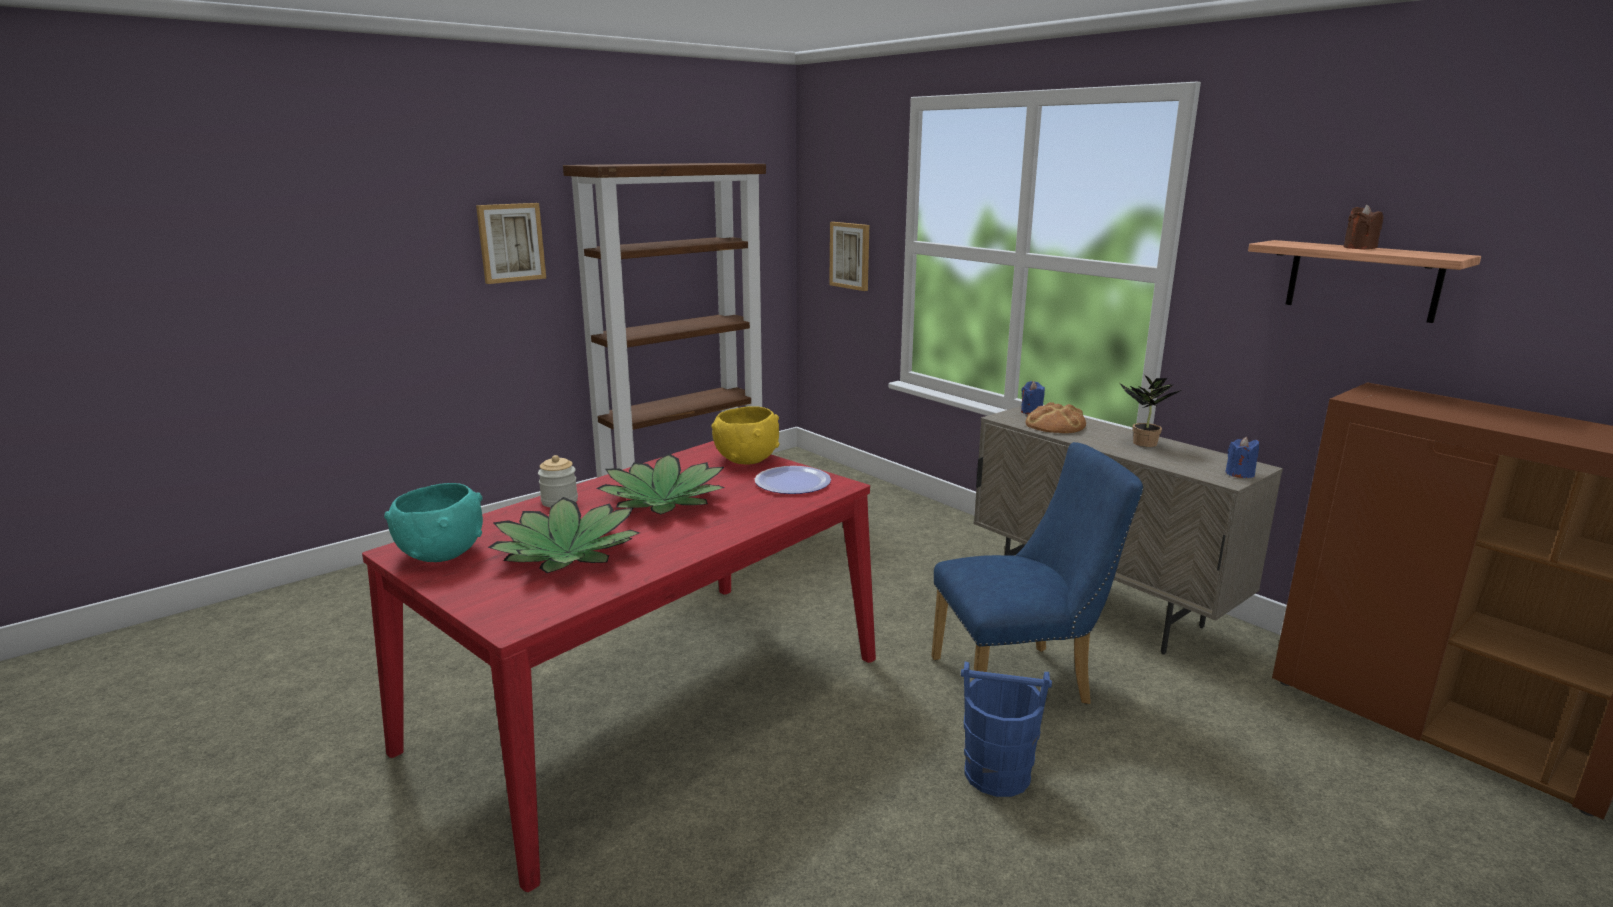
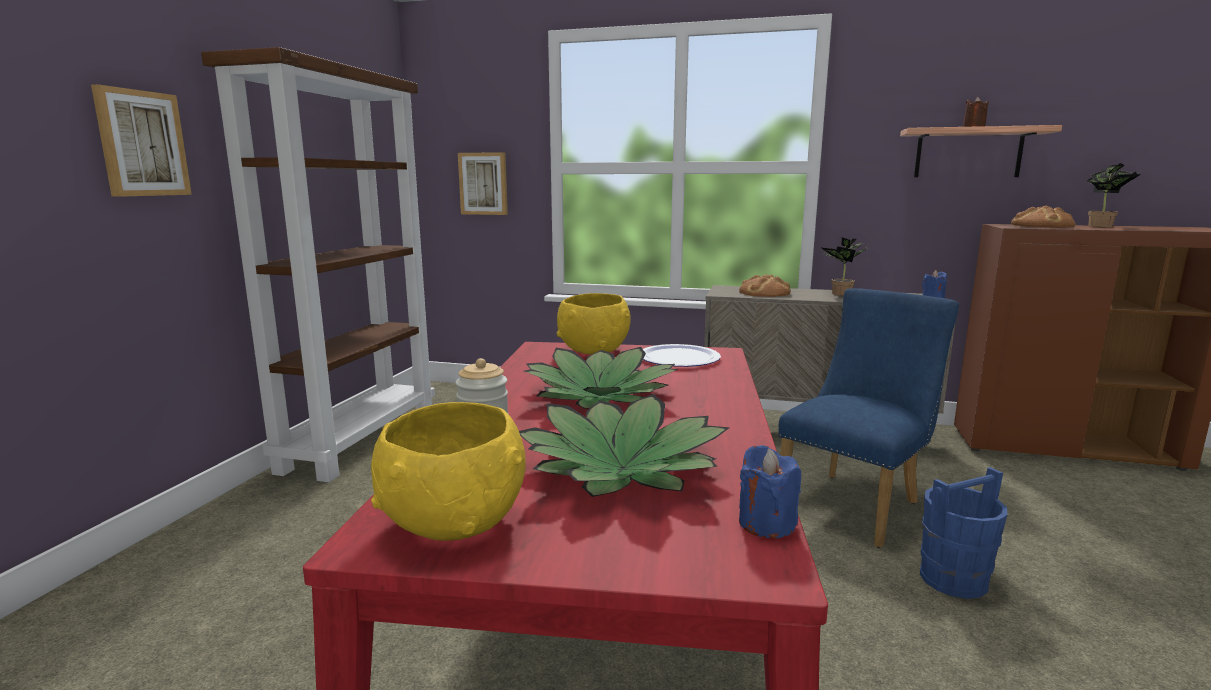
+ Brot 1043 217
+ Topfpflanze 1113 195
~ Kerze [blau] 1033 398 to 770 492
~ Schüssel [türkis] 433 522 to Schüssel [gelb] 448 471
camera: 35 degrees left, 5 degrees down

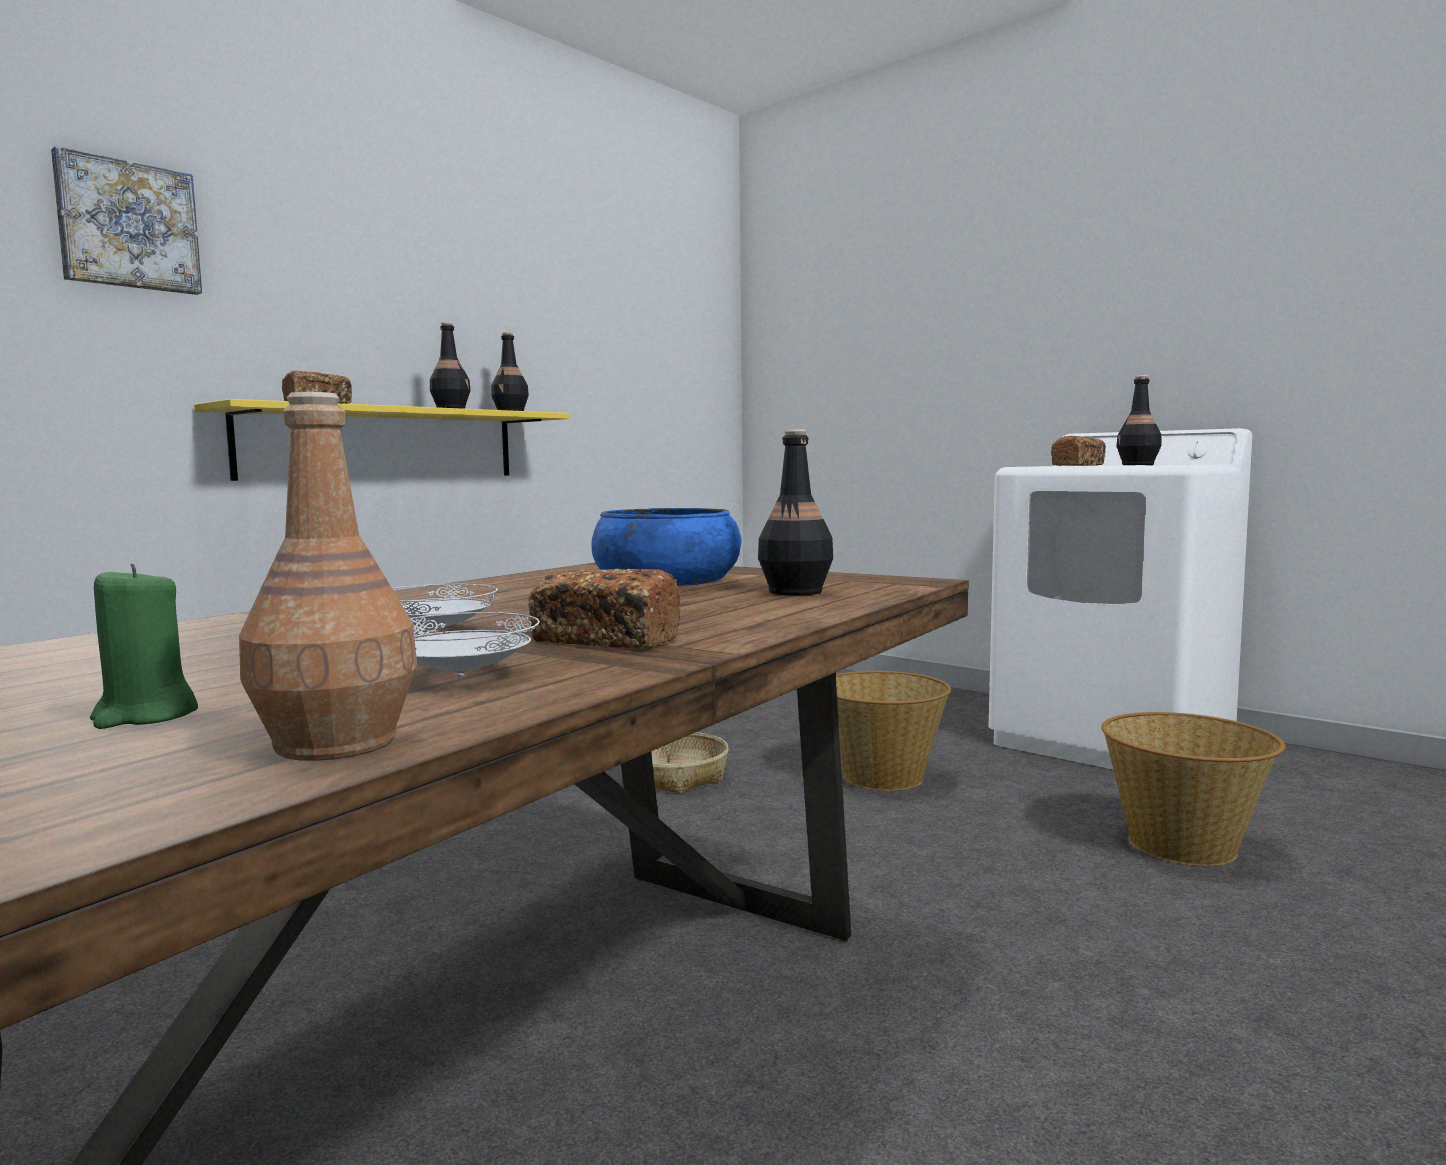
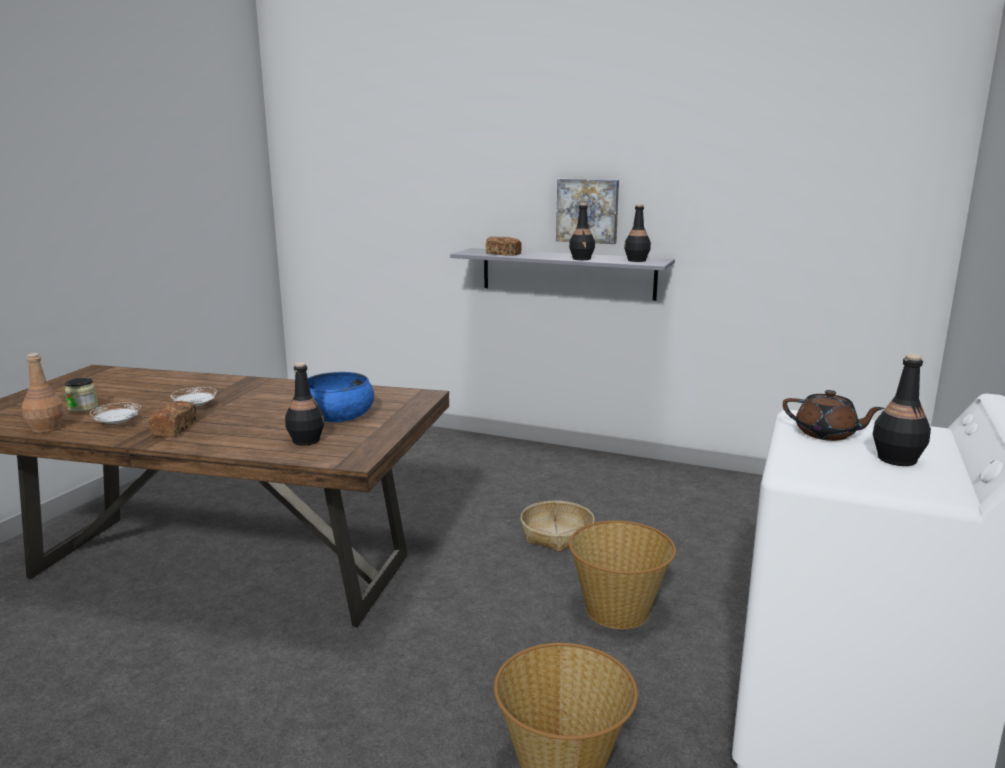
~ Bild 126 220 to 587 211
~ Kerze [grün] 144 646 to Vorratsglas 81 395
~ Brot 1078 451 to Teekanne [braun] 834 415
~ Wandregal [gelb] 381 440 to Wandregal [grau] 562 274
camera: 70 degrees right, 10 degrees up

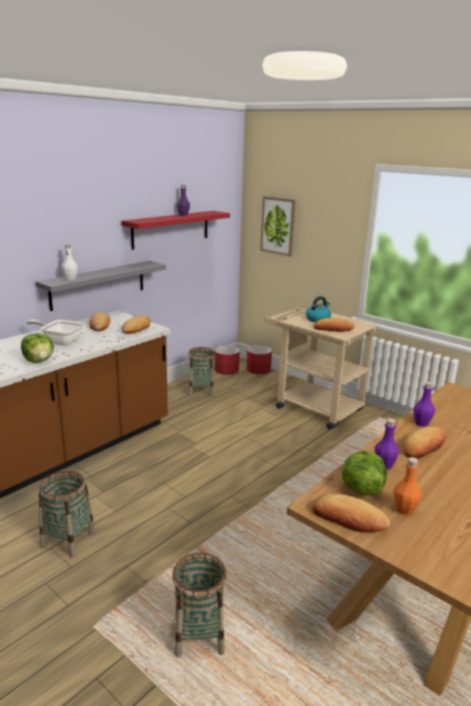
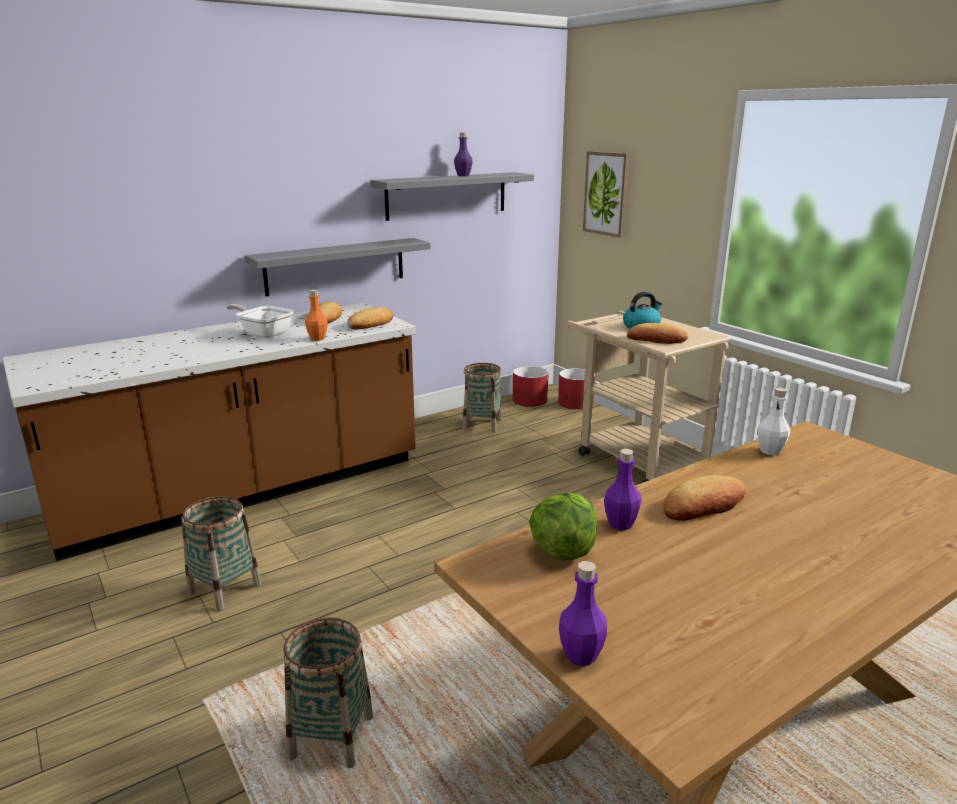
- Salatkopf 37 348
- Brot 351 513
~ Flasche [weiß] 70 262 to 774 422
~ Flasche [orange] 407 486 to 316 315
~ Flasche [lila] 424 404 to 583 613
~ Wandregal [rot] 176 230 to Wandregal [grau] 452 196
camera: 15 degrees right, 0 degrees up

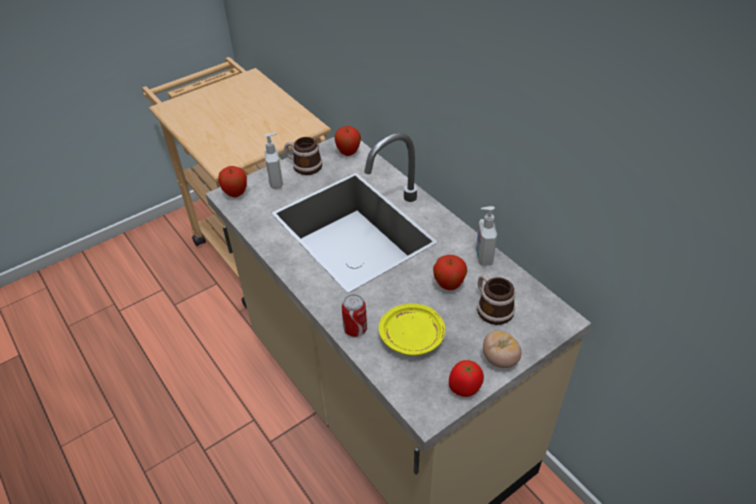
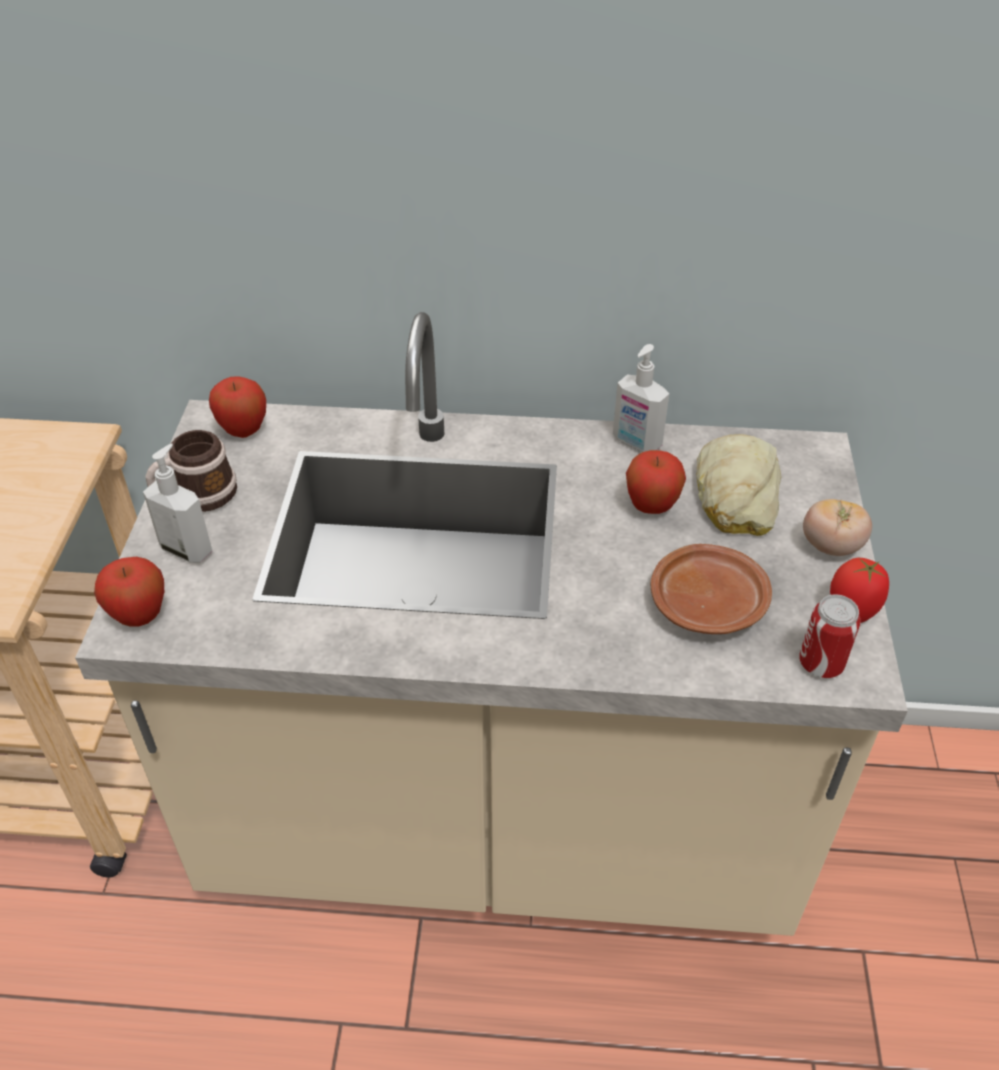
~ Dose 354 315 to 829 636
~ Henkelbecher 496 299 to Brot 738 485
~ Teller [gelb] 412 329 to Teller [braun] 711 589
camera: 50 degrees left, 0 degrees up

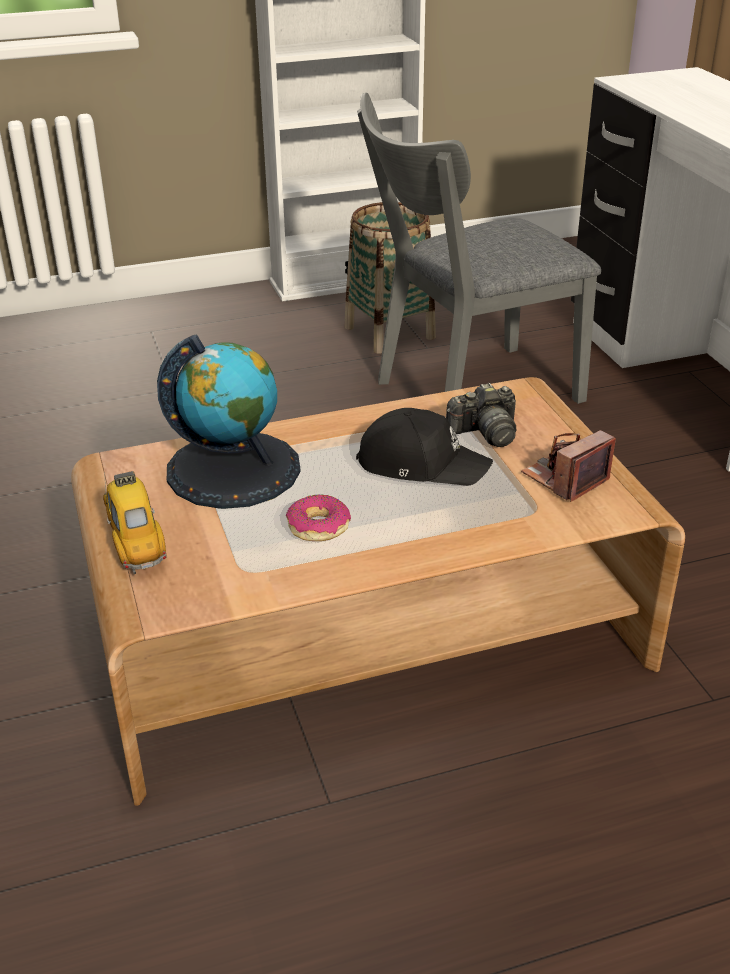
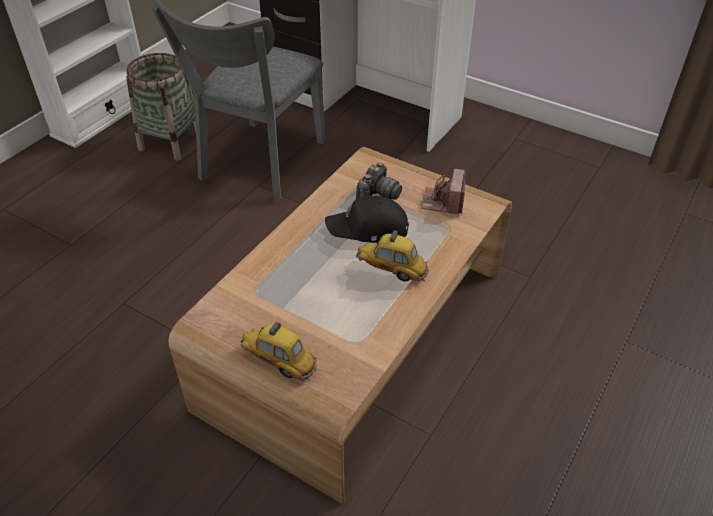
- Globus 229 422
- Donut 318 518
+ Spielzeugauto 392 255
~ Kappe [schwarz] 424 447 = 367 219 150 degrees counterclockwise
camera: 40 degrees left, 10 degrees up

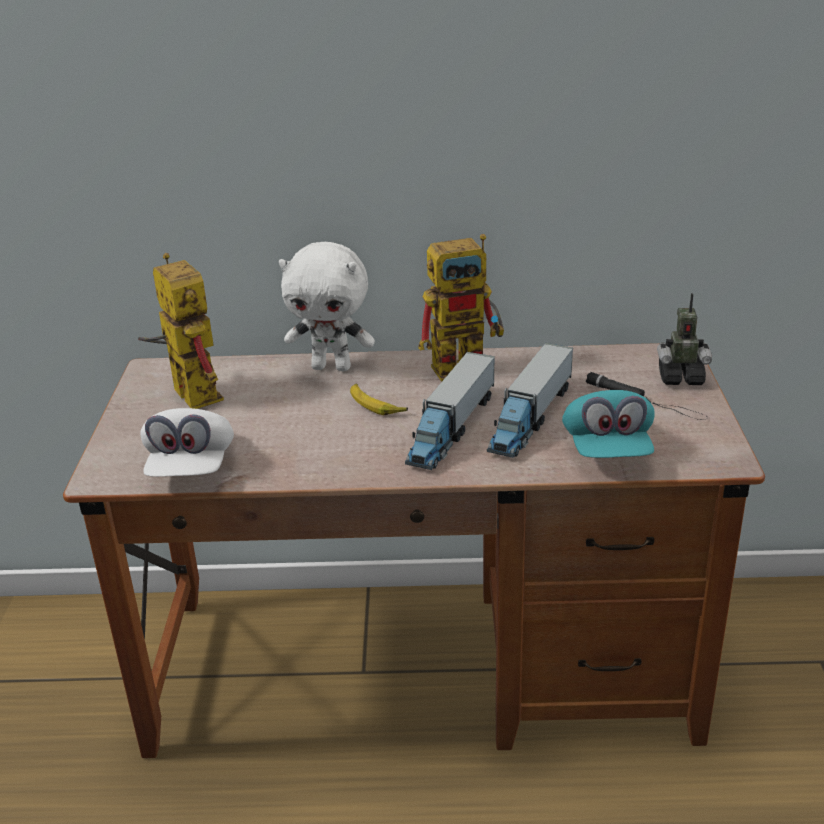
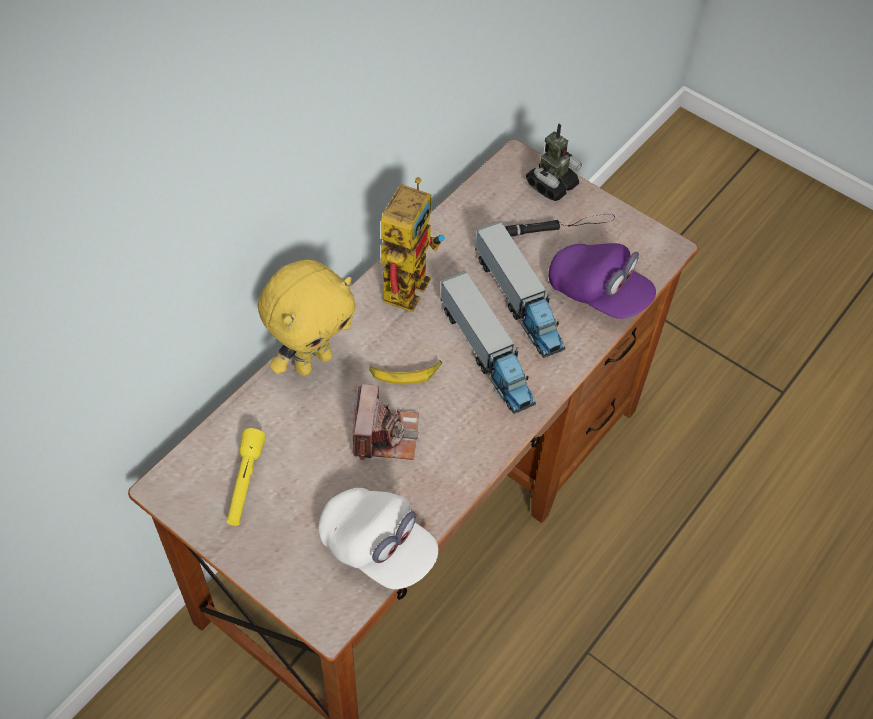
+ Kamera 386 422
~ Spielzeugroboter 181 331 to Taschenlampe [gelb] 246 477
~ Plüschtier [weiß] 327 306 to Plüschtier [gelb] 307 318
~ Kappe [türkis] 608 424 to Kappe [lila] 602 281
camera: 55 degrees left, 25 degrees up

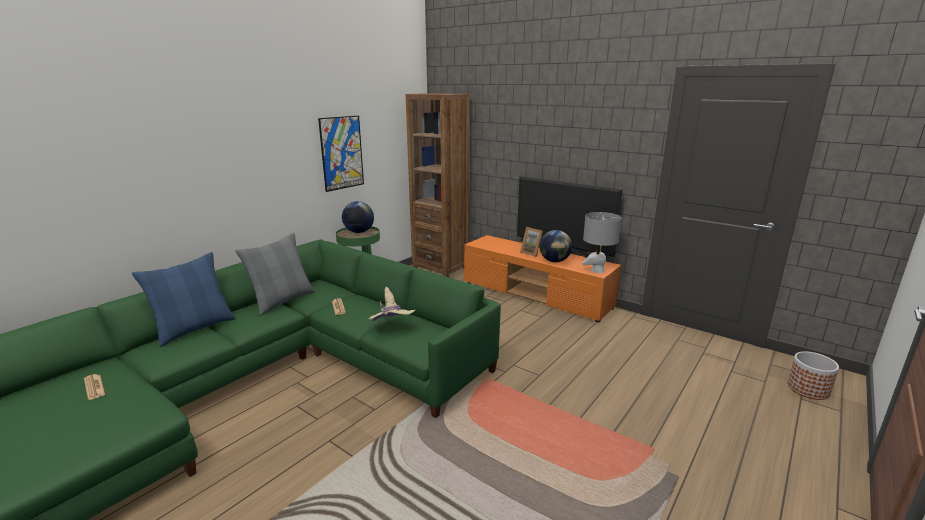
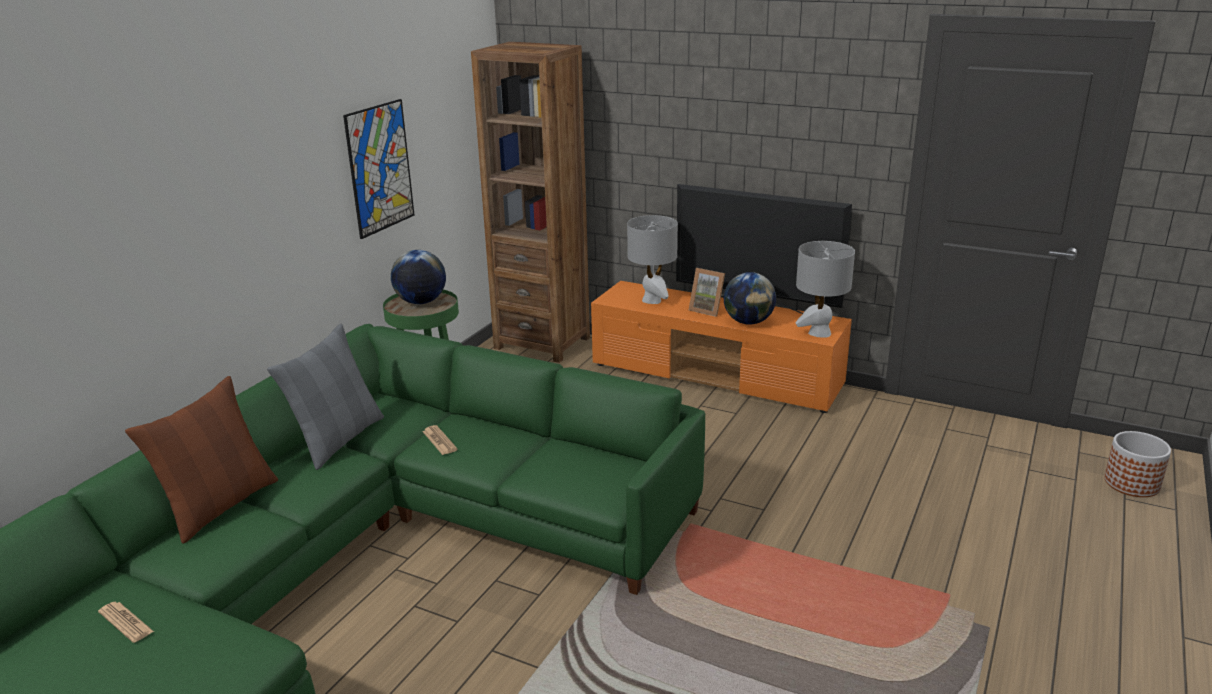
- Hut [beige] 392 304
+ Tischlampe [grau] 652 259
~ Kissen [blau] 183 299 to Kissen [braun] 201 460
camera: 10 degrees left, 5 degrees up

